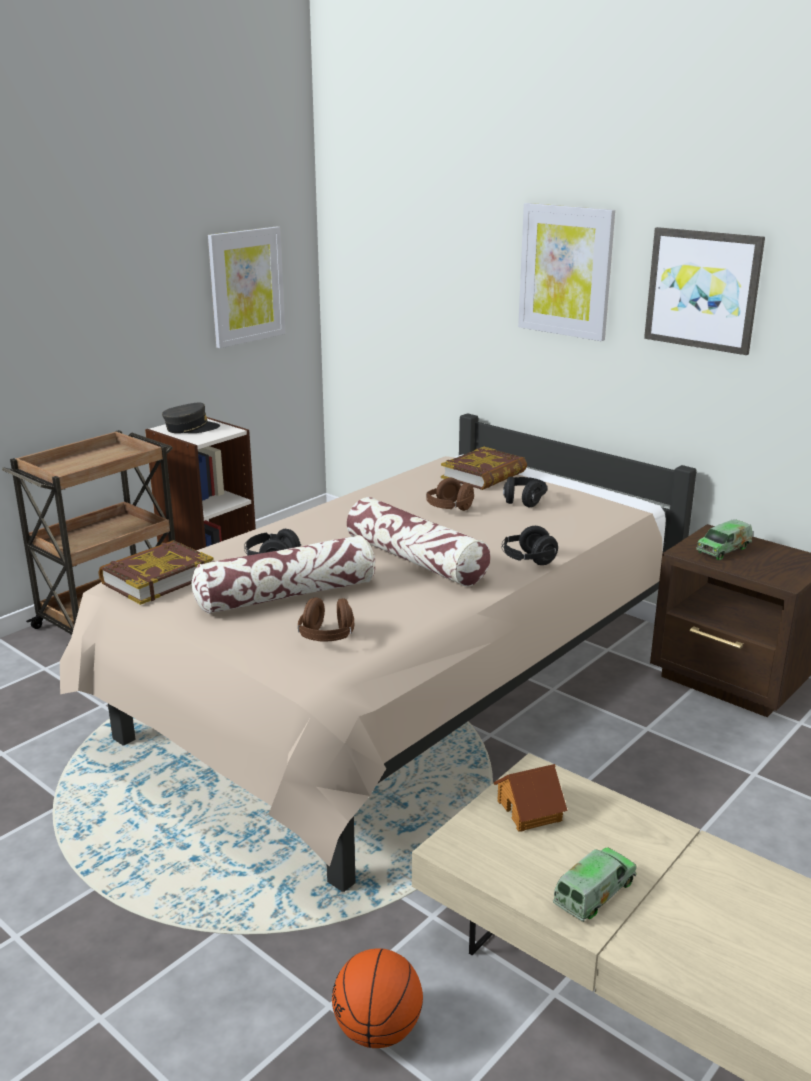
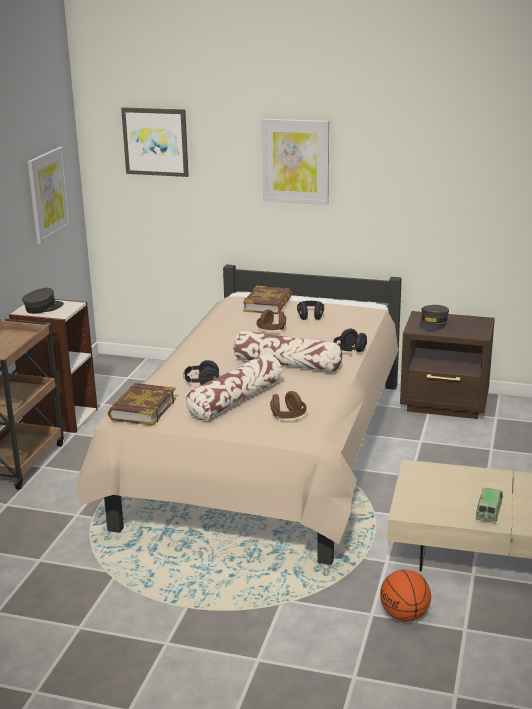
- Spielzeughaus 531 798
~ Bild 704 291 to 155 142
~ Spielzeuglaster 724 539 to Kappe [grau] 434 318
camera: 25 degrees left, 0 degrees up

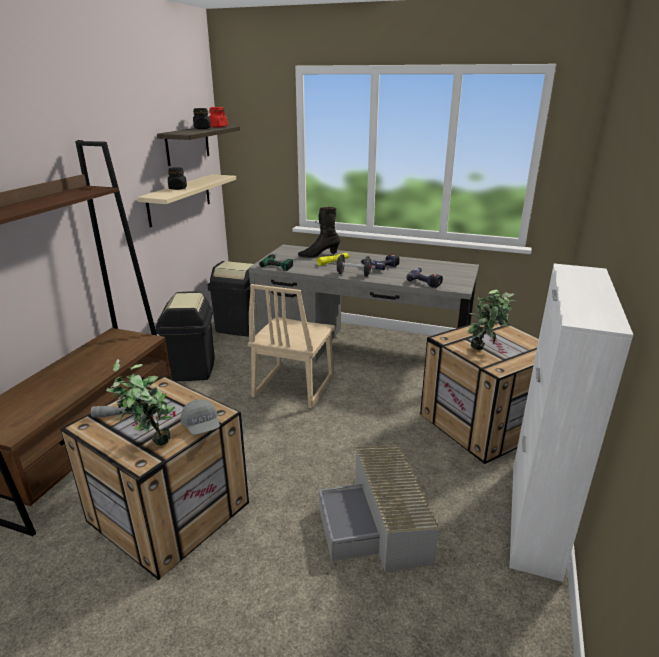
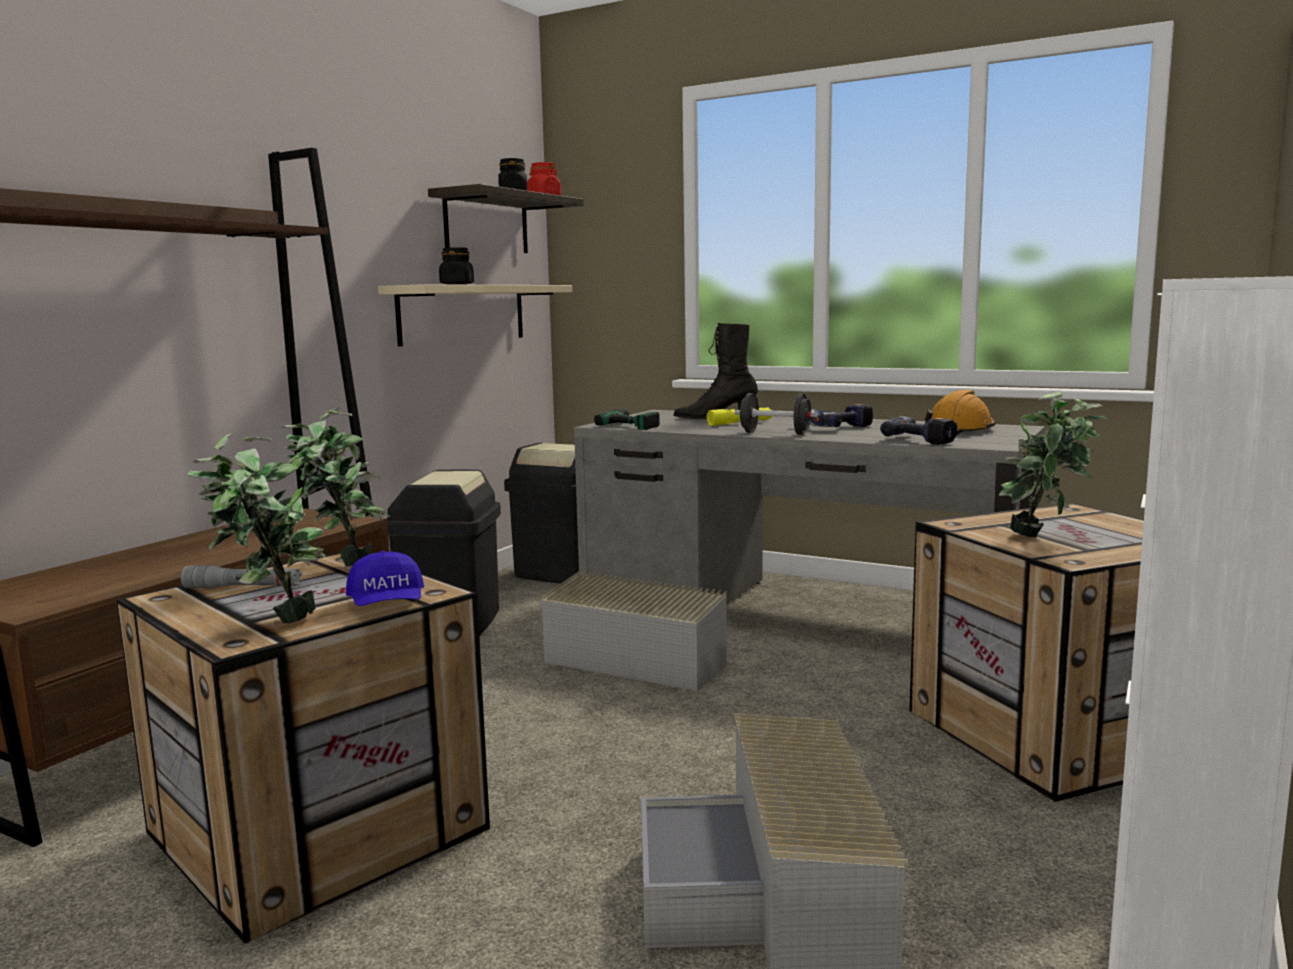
+ Topfpflanze 335 487
+ Schutzhelm [orange] 960 412
~ Stuhl [beige] 291 346 to Aufbewahrungsbox [grau] 634 631
~ Kappe [grau] 200 417 to Kappe [blau] 385 578
camera: 10 degrees right, 15 degrees down

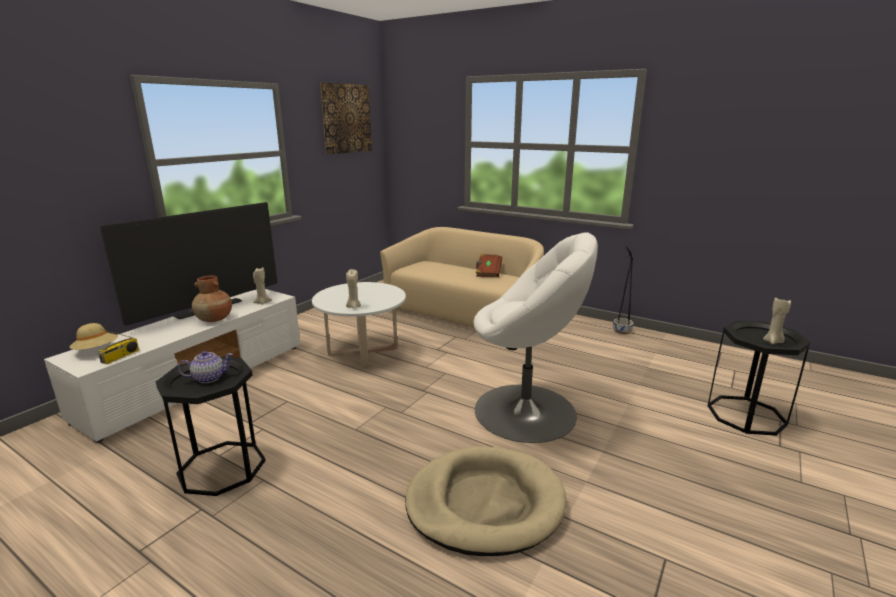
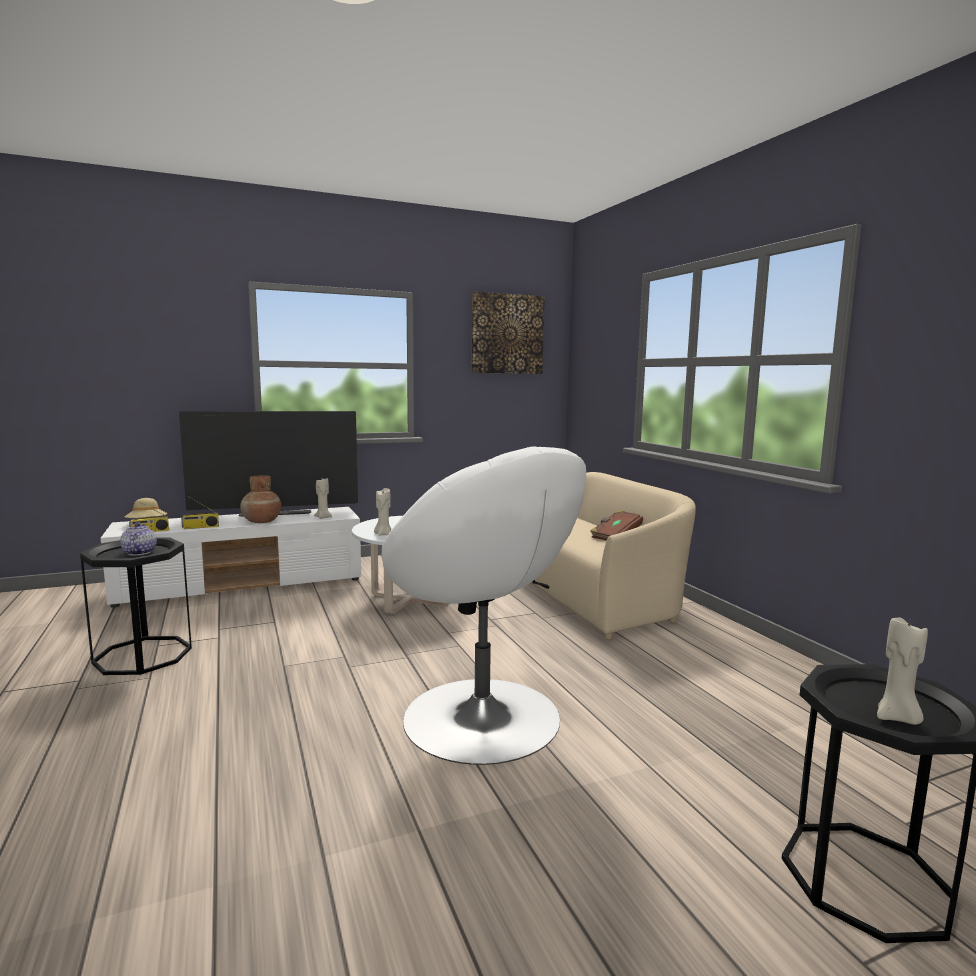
- Hundebett [beige] 485 501
- Pflanzkübel [schwarz] 623 290
+ Radio 200 512
~ Teekanne 205 367 = 138 538 120 degrees counterclockwise
camera: 35 degrees right, 10 degrees down

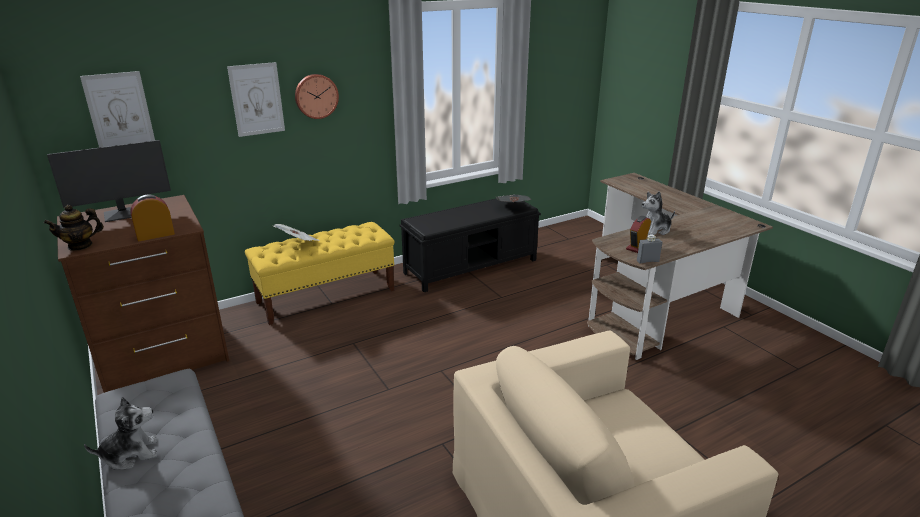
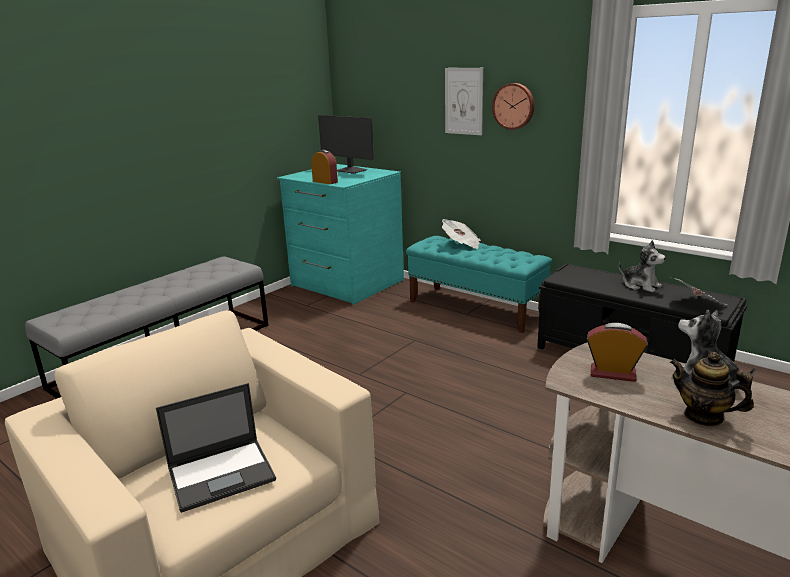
- Bild 117 109
- Flasche [grau] 649 249
+ Laptop 216 448
~ Teekanne 74 228 to 712 389
~ Plüschtier 120 433 to 642 266
~ Kommode [braun] 143 294 to Kommode [türkis] 340 234
~ Bank [gelb] 319 273 to Bank [türkis] 479 284
camera: 70 degrees right, 5 degrees down

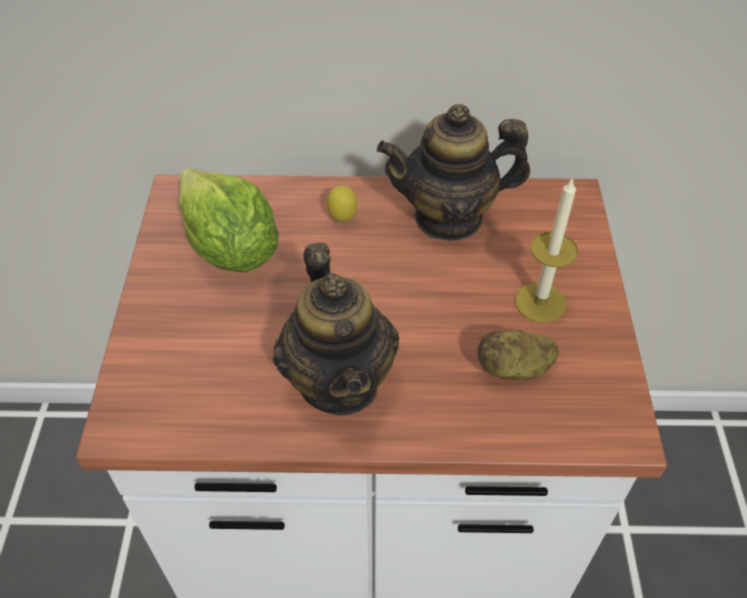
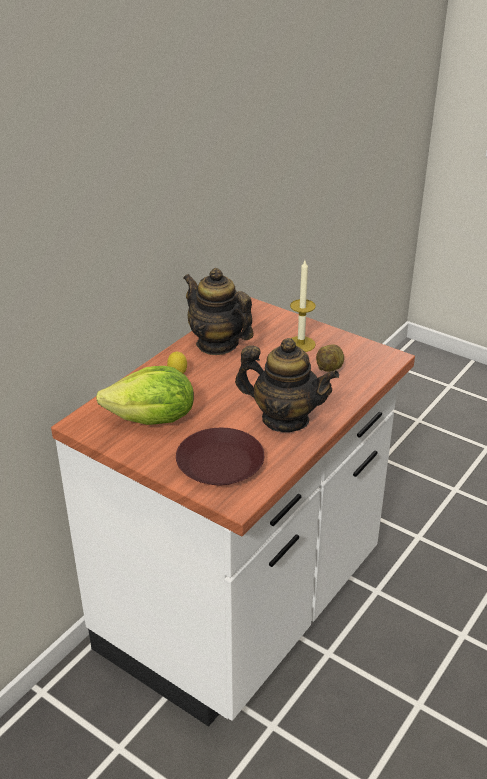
+ Teller [braun] 220 456
~ Teekanne 453 172 = 218 311 105 degrees clockwise
camera: 55 degrees left, 15 degrees down

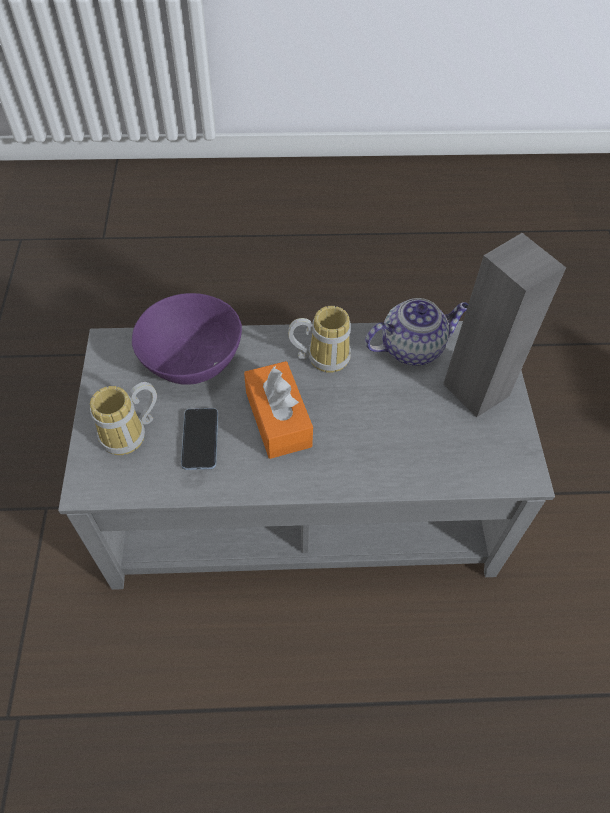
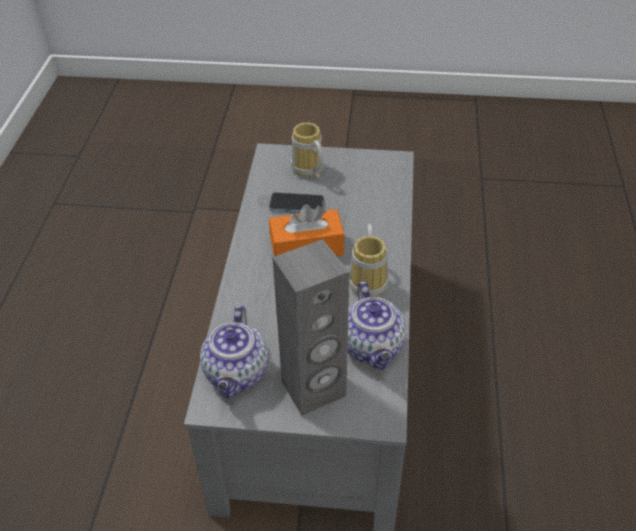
- Schüssel [lila] 187 339
+ Teekanne 234 352
camera: 100 degrees right, 10 degrees down

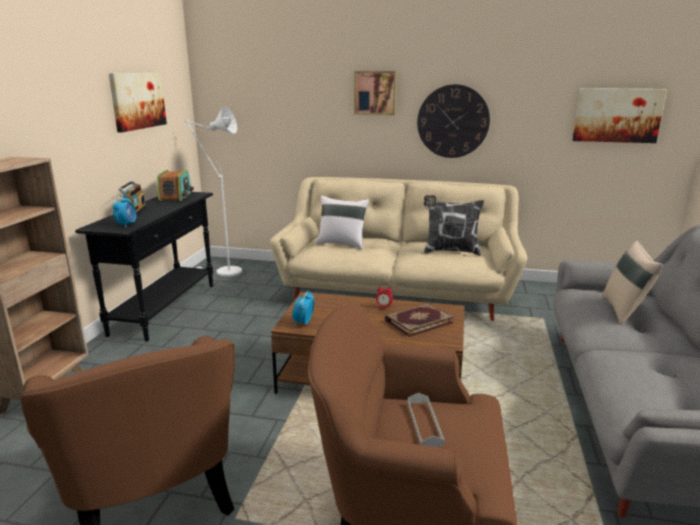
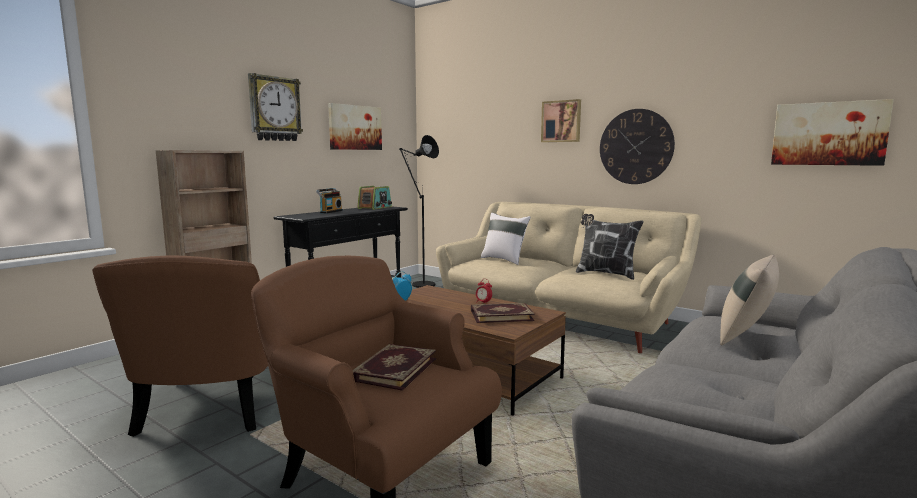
- Wecker 124 211
+ Wanduhr 275 107
~ Tablett [grau] 426 420 to Buch 394 367
~ Stehlampe [weiß] 213 191 to Stehlampe [schwarz] 419 211
camera: 25 degrees right, 10 degrees down

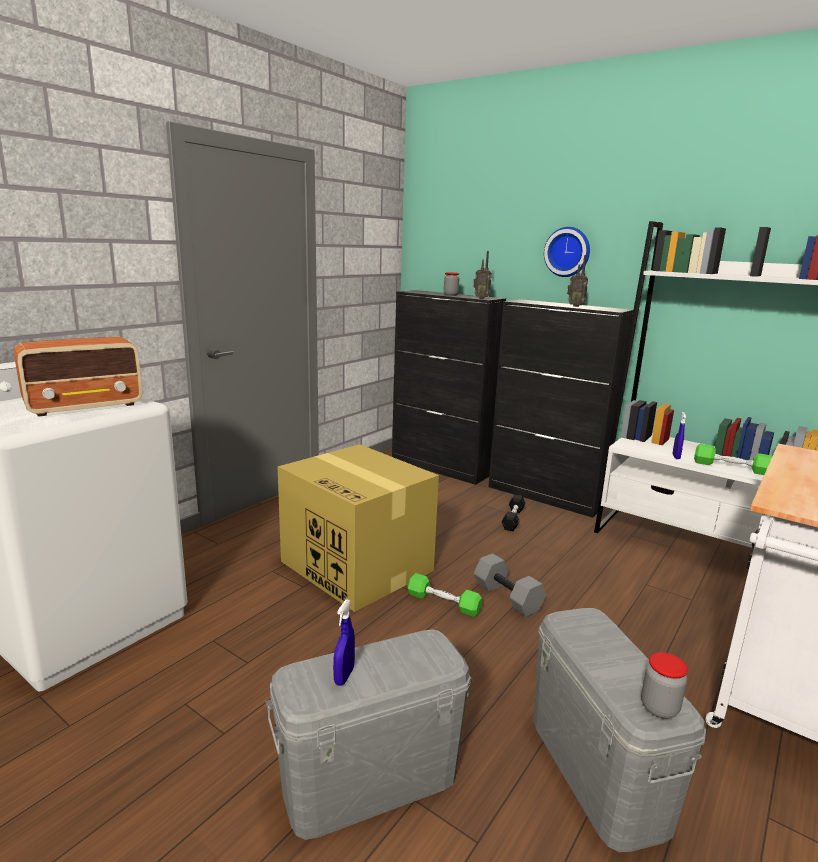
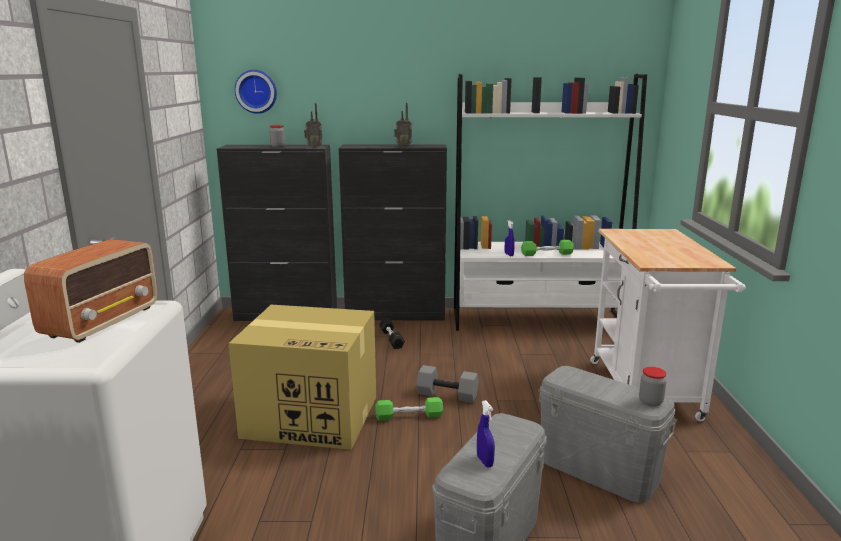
~ Wanduhr 567 252 to 256 92
camera: 35 degrees left, 0 degrees up

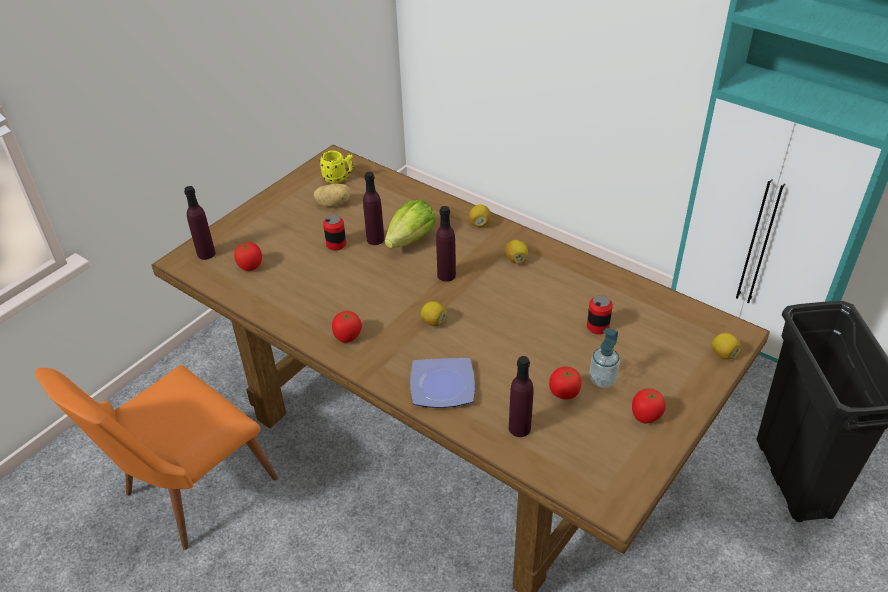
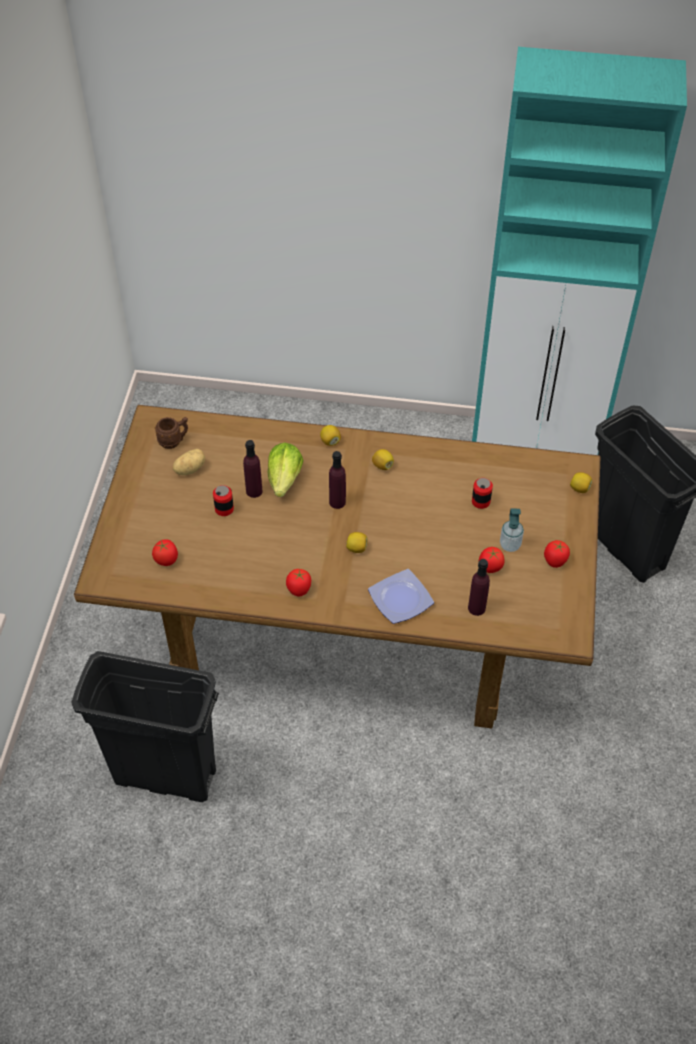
- Flasche [lila] 200 223
~ Stuhl [orange] 156 457 to Mülleimer [schwarz] 145 726
~ Henkelbecher [gelb] 336 167 to Henkelbecher [braun] 171 433
camera: 30 degrees left, 10 degrees up

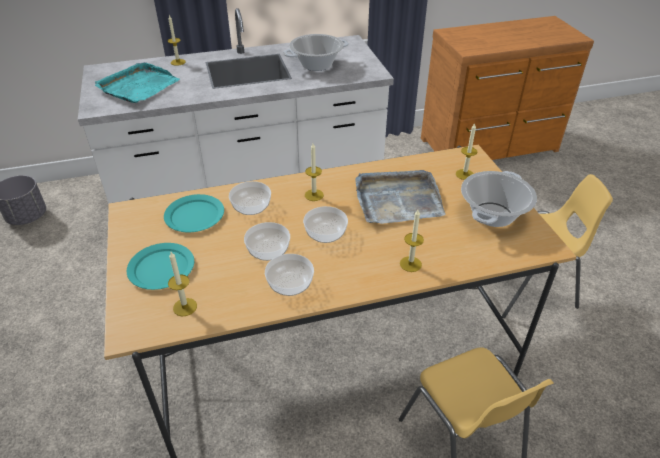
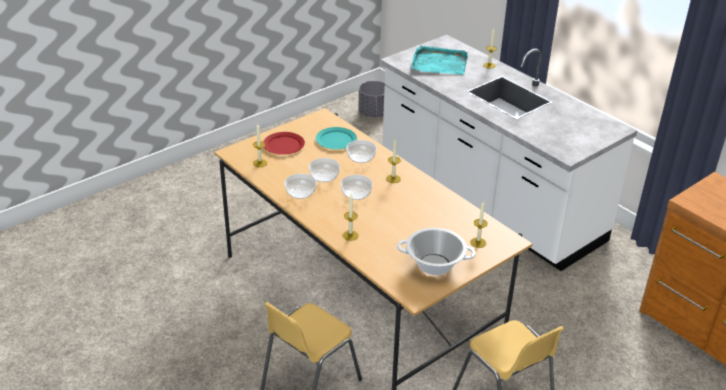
- Kochtopf 316 52
- Tablett [grau] 400 197
~ Teller [türkis] 160 266 to Teller [rot] 284 143
camera: 65 degrees right, 5 degrees down

